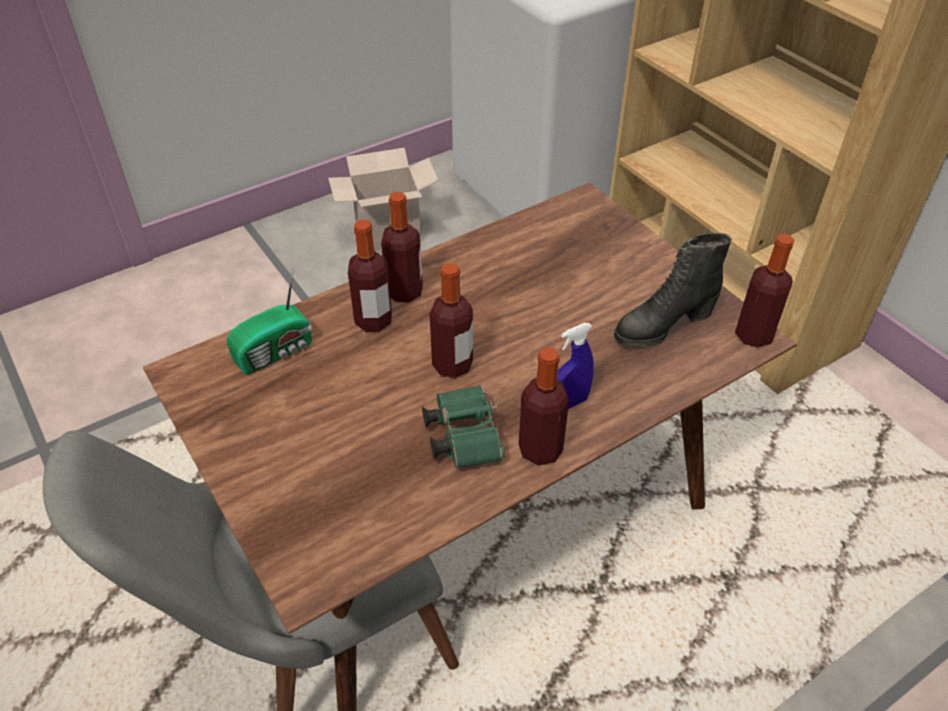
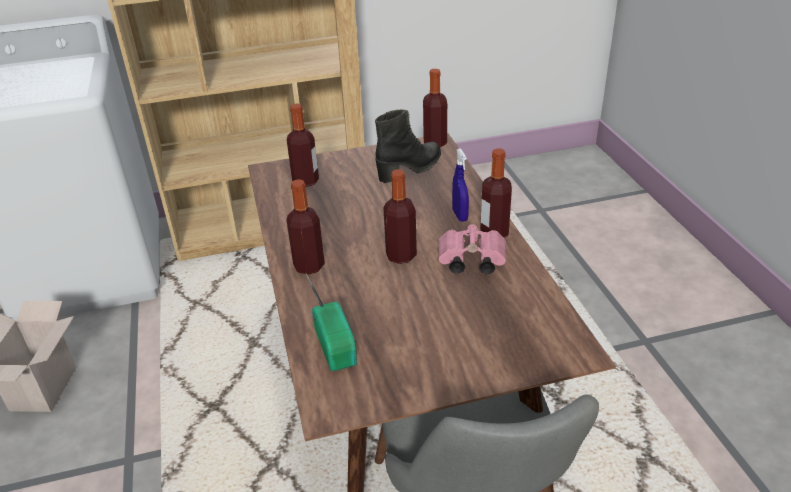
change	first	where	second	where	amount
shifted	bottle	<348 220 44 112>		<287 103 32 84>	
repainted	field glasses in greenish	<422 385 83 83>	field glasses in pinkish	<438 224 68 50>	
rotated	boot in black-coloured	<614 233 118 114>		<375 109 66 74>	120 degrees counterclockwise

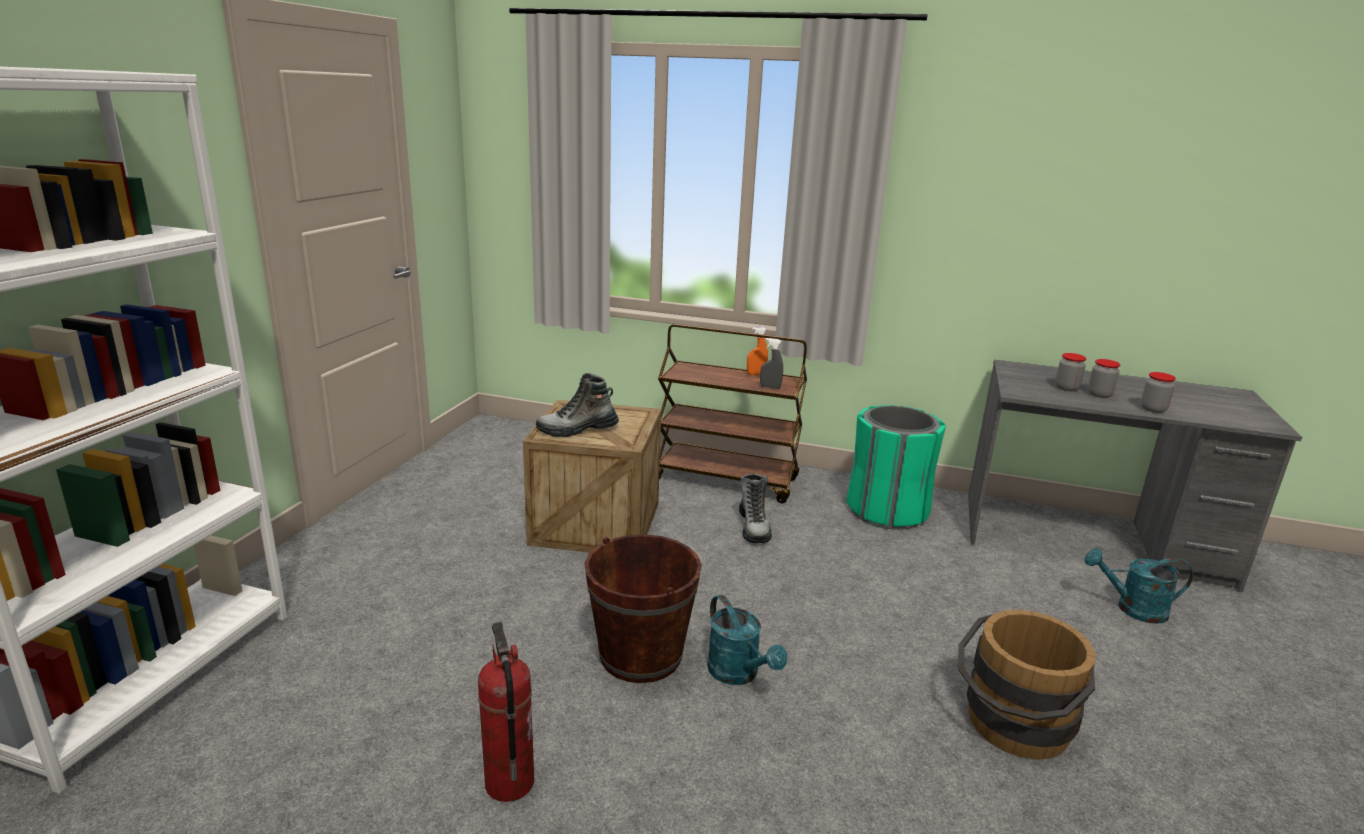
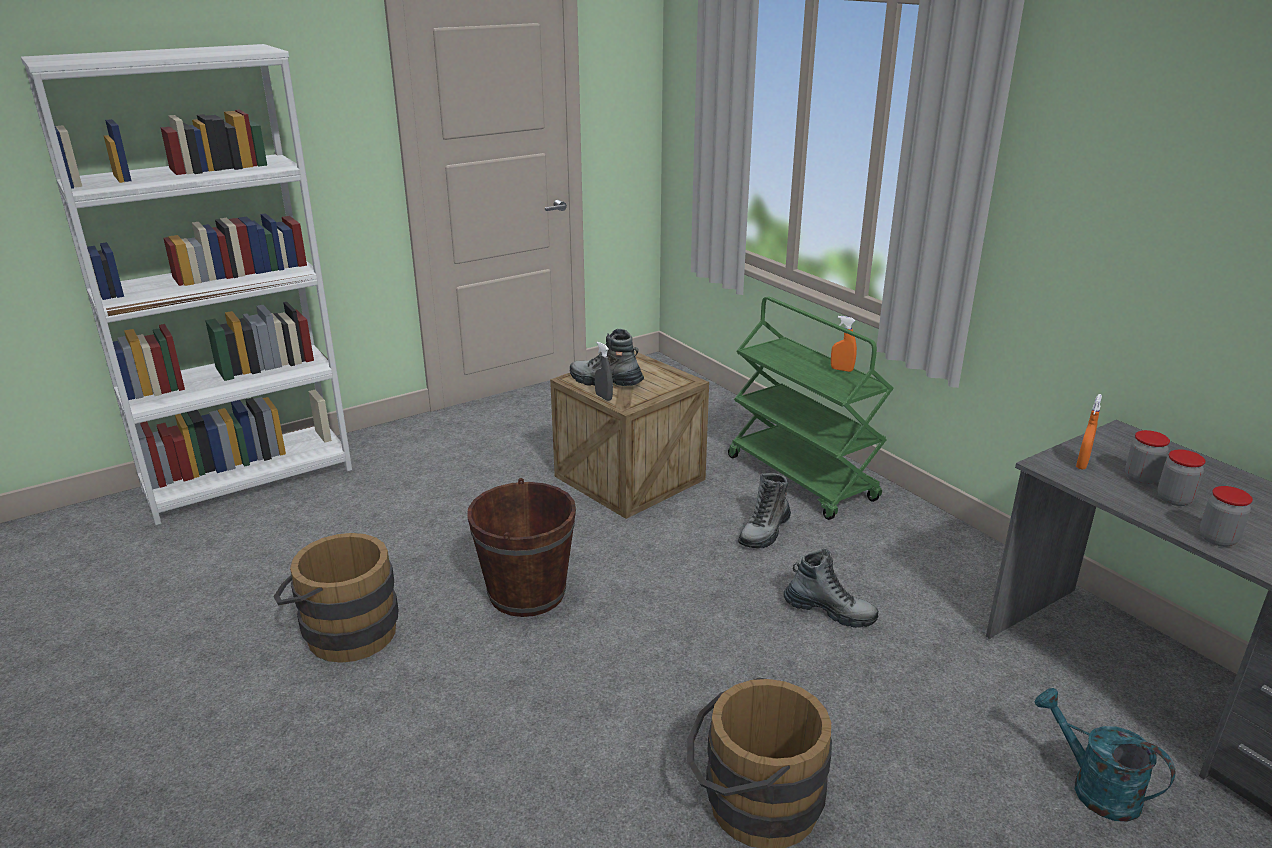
change	first	where	second	where	amount
swapped	fire extinguisher	<478 622 56 180>	pail in brown-coloured	<273 533 126 130>	
repainted	cart in brown-coloured	<658 324 149 179>	cart in greenish	<728 296 166 224>	
gone	sprinkling can in turquoise-coloured	<707 595 80 90>			
shifted	sprayer in grey	<760 338 23 51>		<595 342 18 59>	
gone	trash can in greenish	<846 405 100 125>			
new			boot	<784 548 94 80>	
new			sprayer in orange-coloured	<1076 394 26 76>	

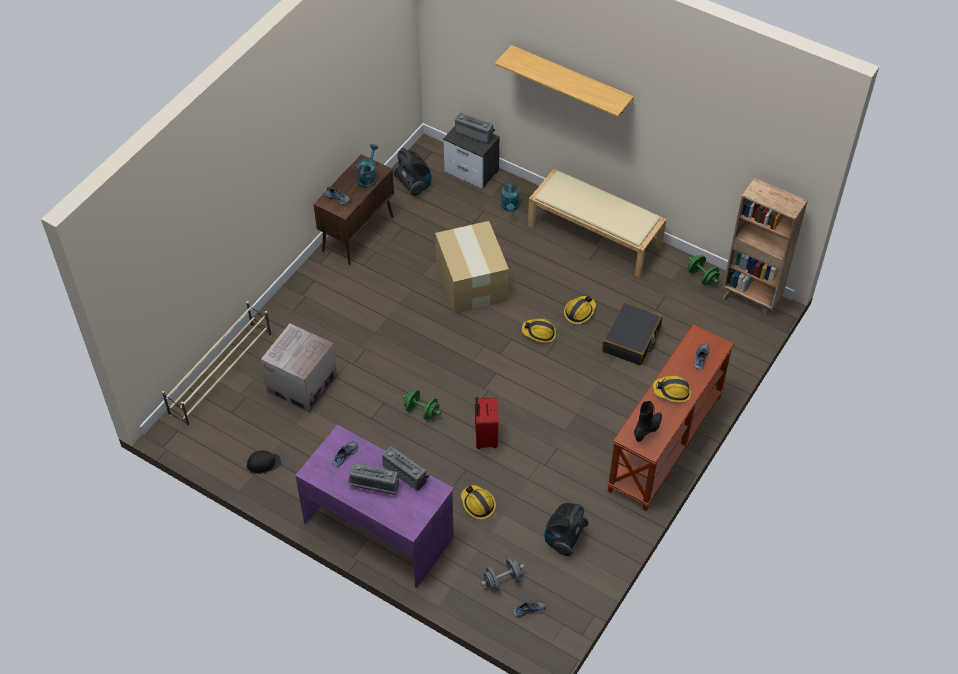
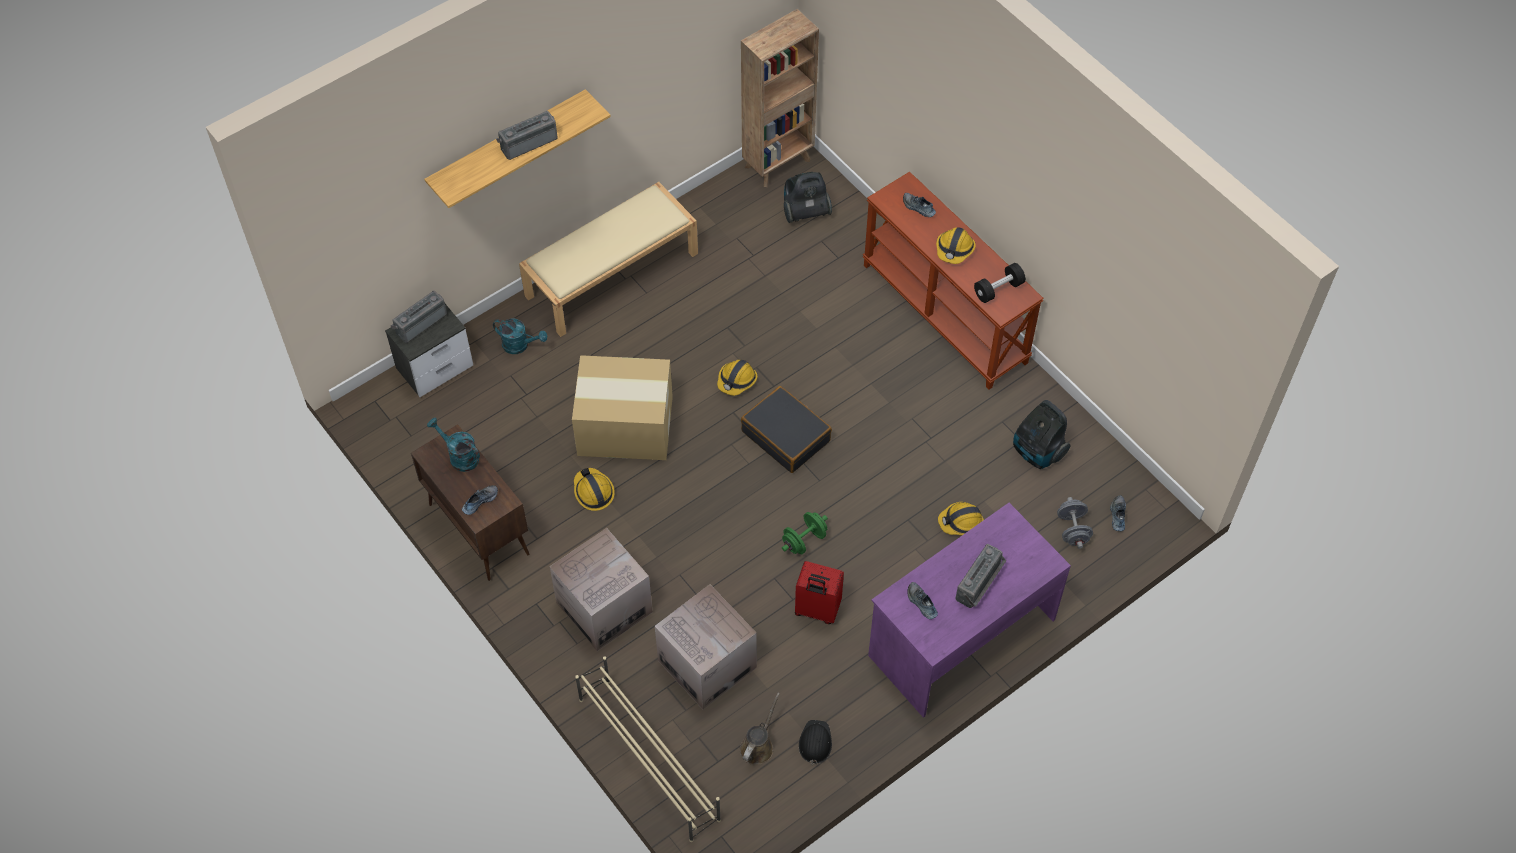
change	first	where	second	where	amount
shifted	radio	<382 446 48 45>		<496 111 62 49>	
shifted	vacuum	<393 148 38 48>		<784 172 48 51>	
shifted	piece of luggage in red	<475 397 23 52>		<795 561 49 63>	
shifted	safety helmet	<564 296 32 28>		<574 468 41 43>	
shifted	piece of luggage in black-coloured	<602 302 60 64>		<741 386 91 87>	
swapped	boot in black-coloured	<634 401 28 41>	dumbbell in black-coloured	<974 263 52 40>	
gone	dumbbell in greenish	<688 255 32 30>			
new			cardboard box	<550 528 103 123>	
new			sprinkling can in brown-coloured	<740 692 40 73>	

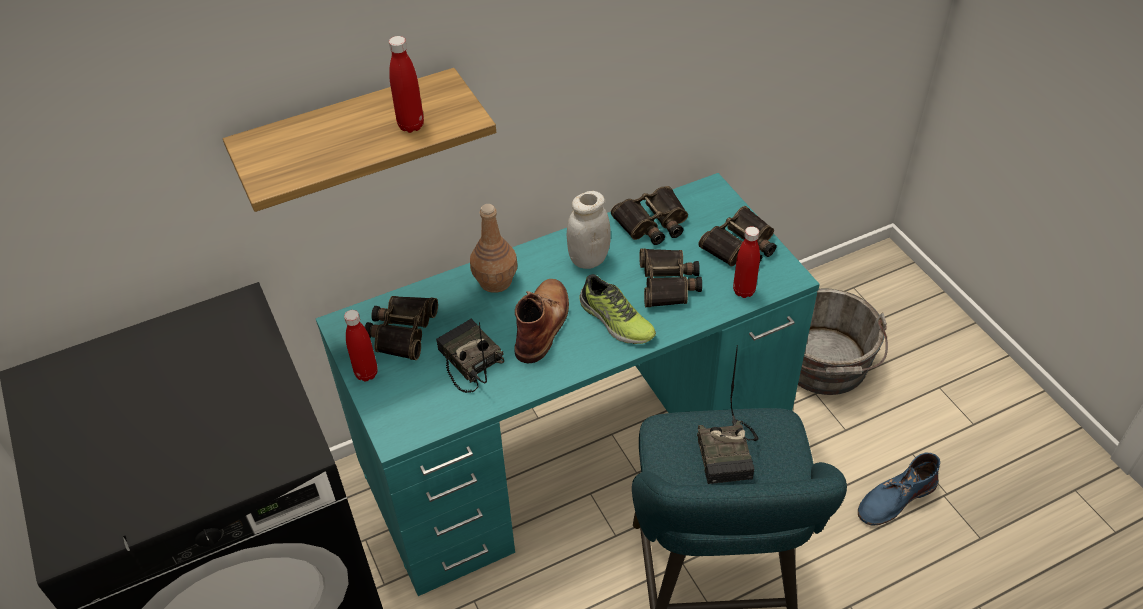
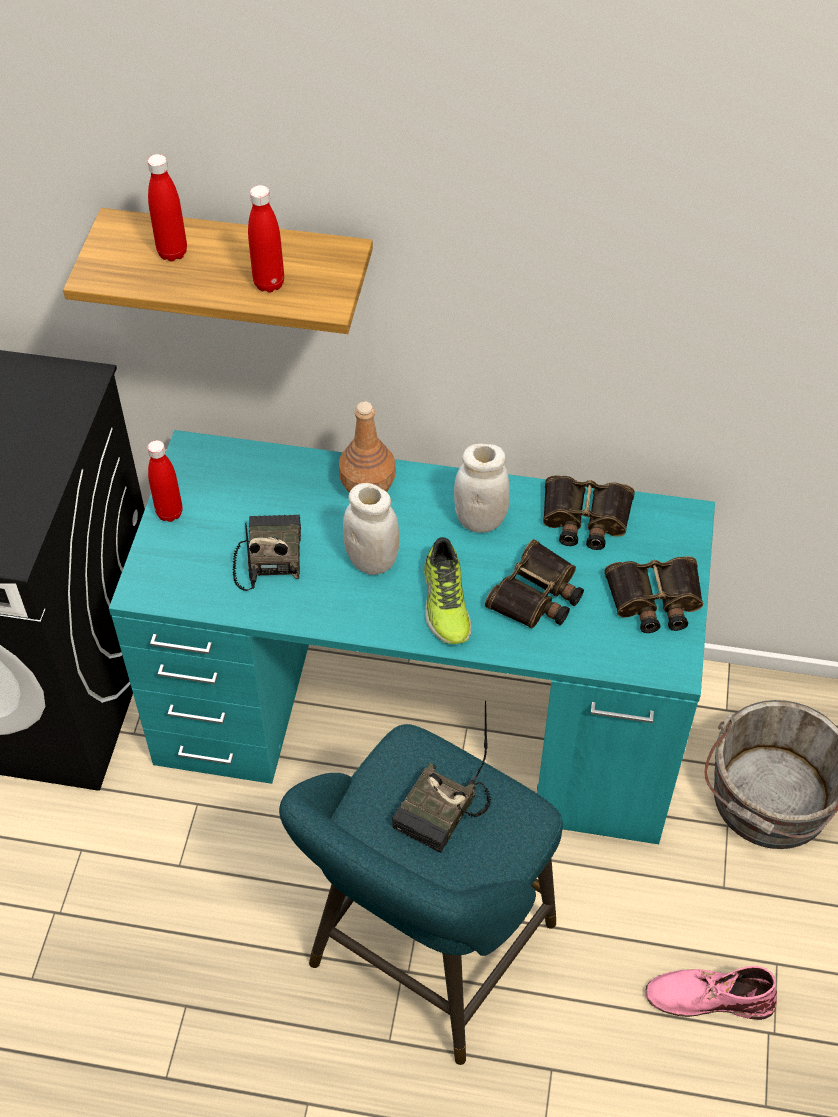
change	first	where	second	where	amount
gone	field glasses	<365 296 73 64>			
swapped	boot in brown-coloured	<514 279 55 84>	jar in white	<343 483 56 92>	
shifted	bottle in red	<733 226 27 72>		<147 154 40 107>	
repainted	boot in blue	<858 452 82 73>	boot in pinkish	<645 966 132 54>	

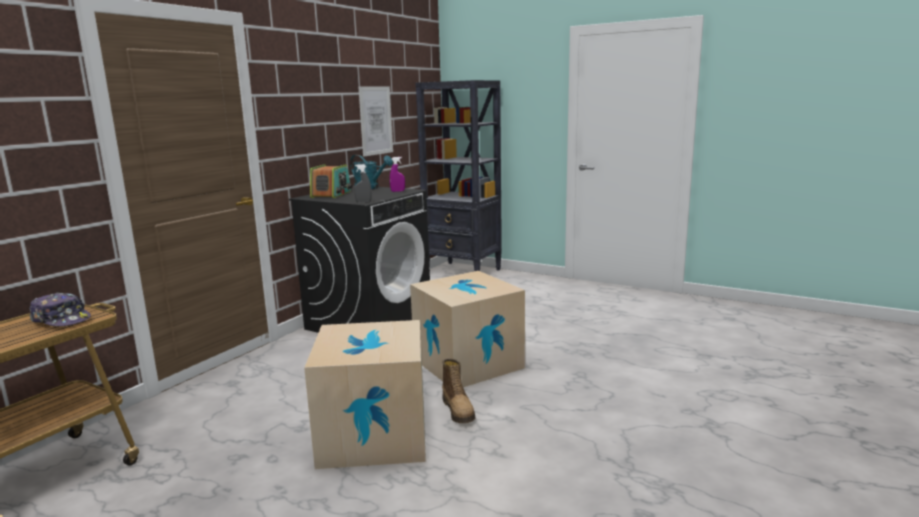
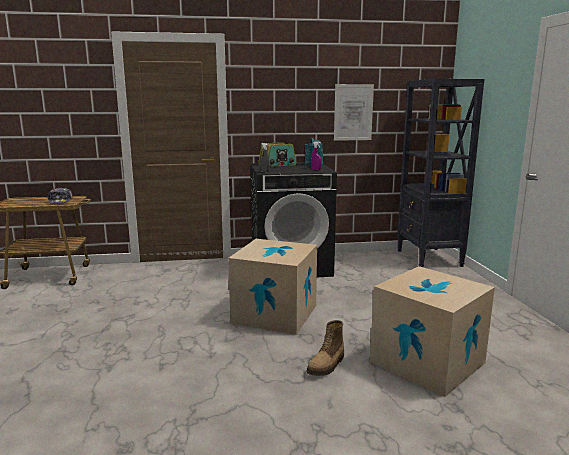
change	first	where	second	where	amount
shifted	cardboard box	<304 320 122 149>		<370 266 125 131>	
shifted	boot	<442 358 33 65>		<306 320 38 56>	

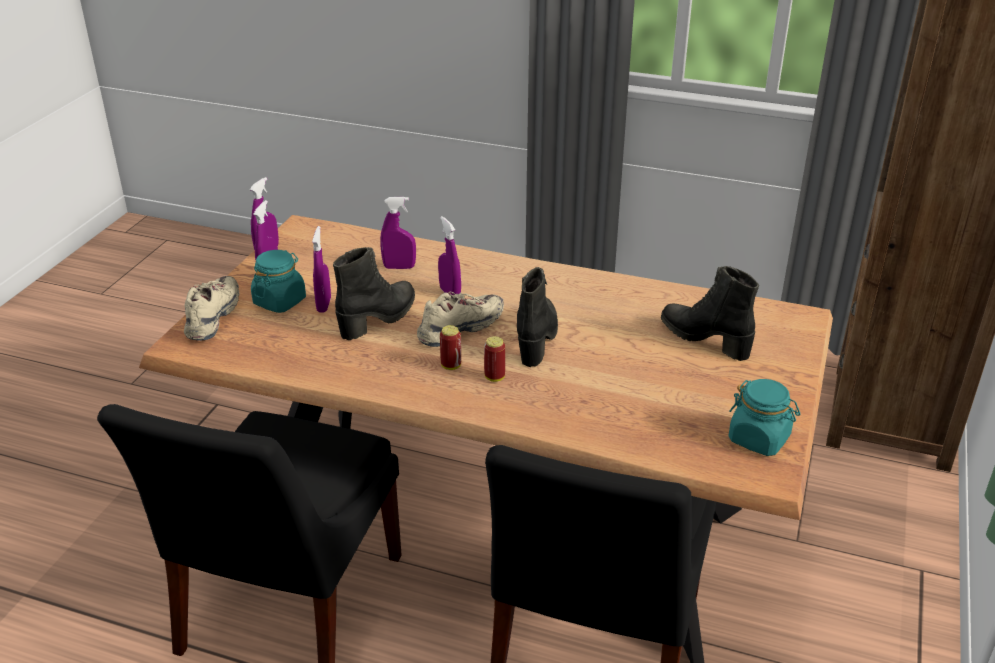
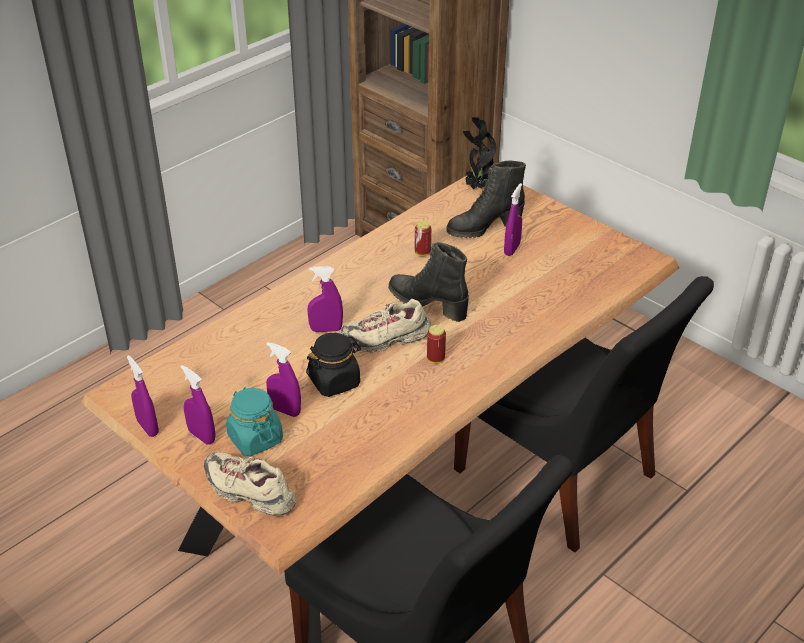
change	first	where	second	where	amount
swapped	boot in black-coloured	<333 247 82 93>	jar in black-coloured	<306 333 55 64>	
shifted	sprayer in purple	<380 197 36 72>		<504 183 18 73>	
rotated	low shoe in sand-coloured	<417 292 87 55>		<339 299 92 54>	90 degrees counterclockwise
shifted	metal can	<484 336 21 46>		<415 221 16 36>	
gone	jar in turquoise-coloured	<729 379 71 77>			
new			houseplant	<463 117 33 72>	

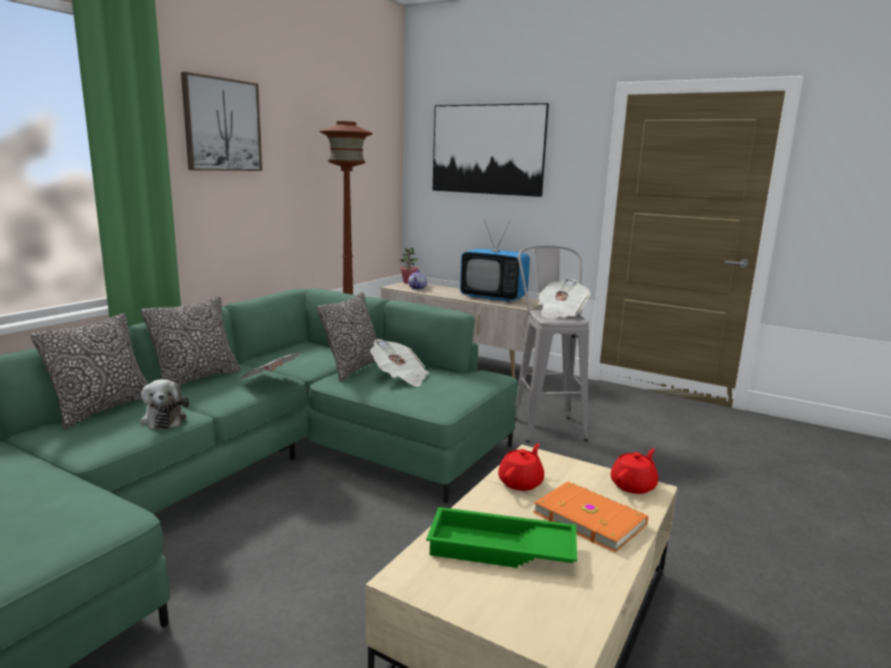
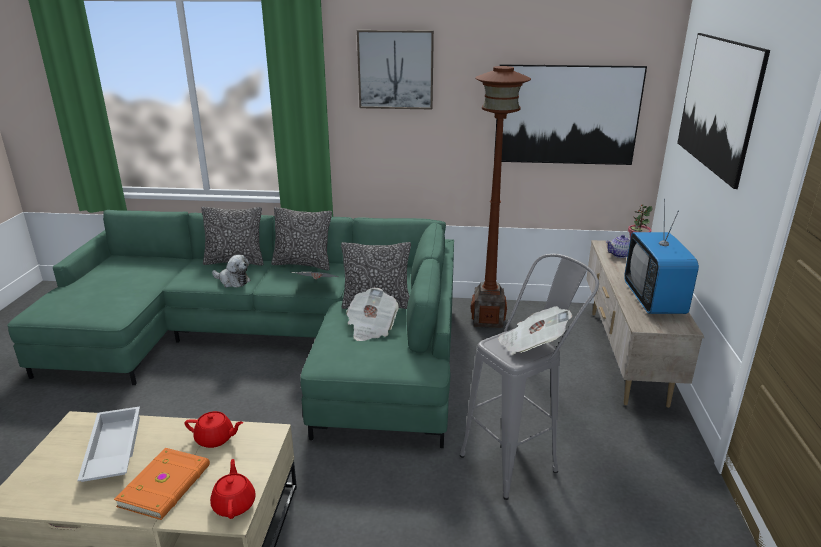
change	first	where	second	where	amount
rotated	soft toy	<140 379 49 51>		<212 255 39 32>	105 degrees counterclockwise
repainted	serving tray in greenish	<426 507 151 61>	serving tray in white	<77 406 63 76>	
rotated	pot for tea in red	<610 448 48 46>		<210 459 46 60>	120 degrees counterclockwise
new			wall art	<494 64 153 101>	

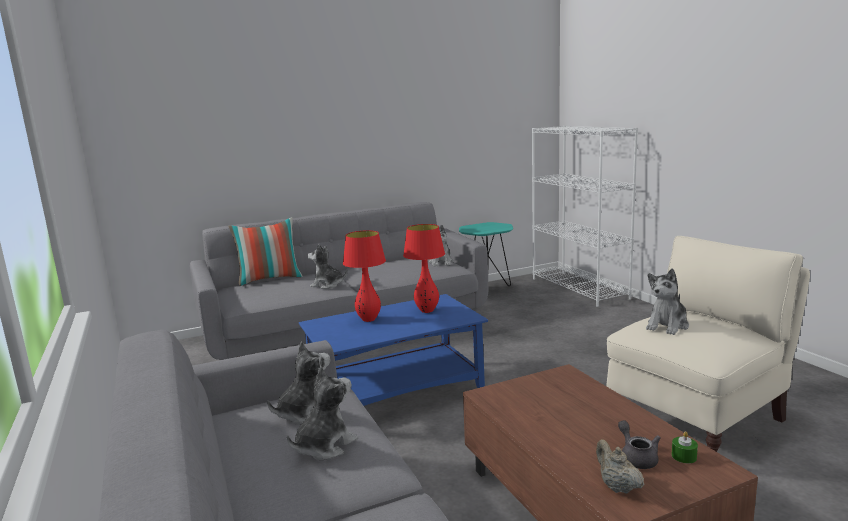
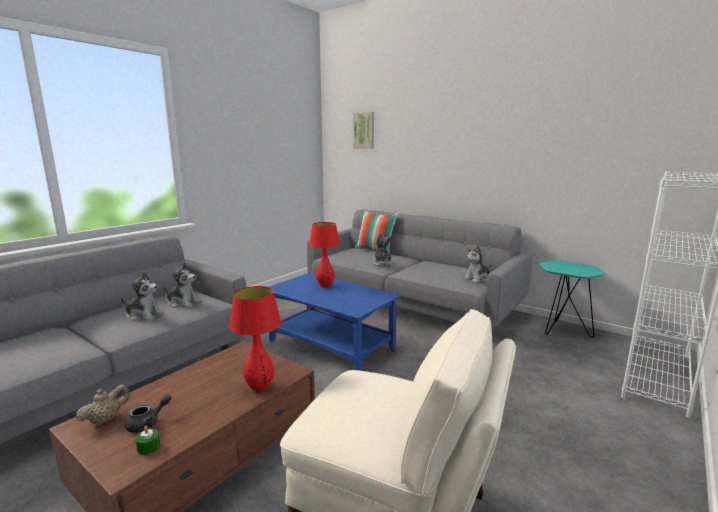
change	first	where	second	where	amount
shifted	table lamp in red	<403 224 42 89>		<229 286 52 106>	
gone	soft toy	<646 268 43 67>			
new			wall art	<353 112 21 37>	

